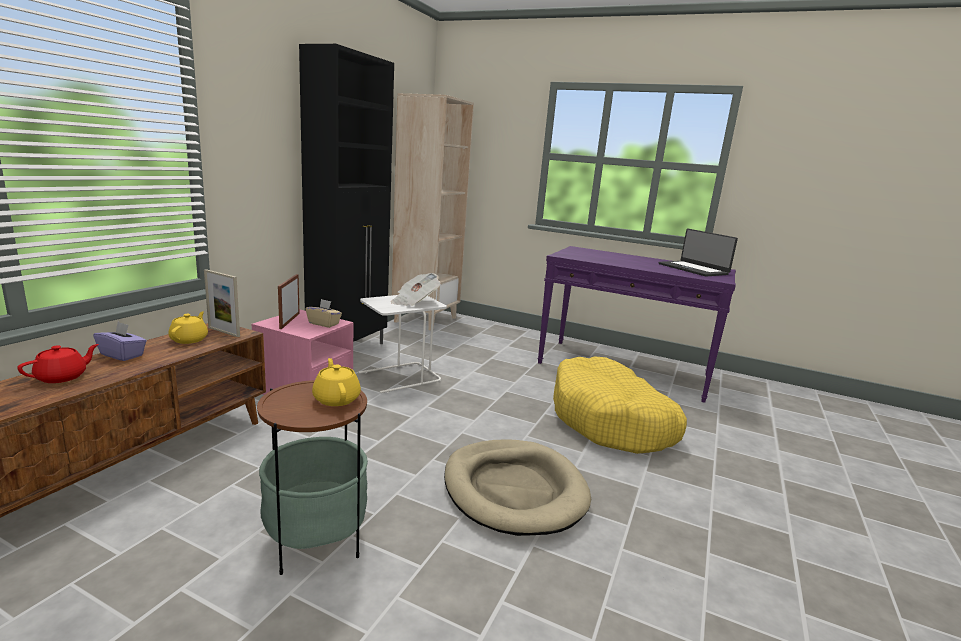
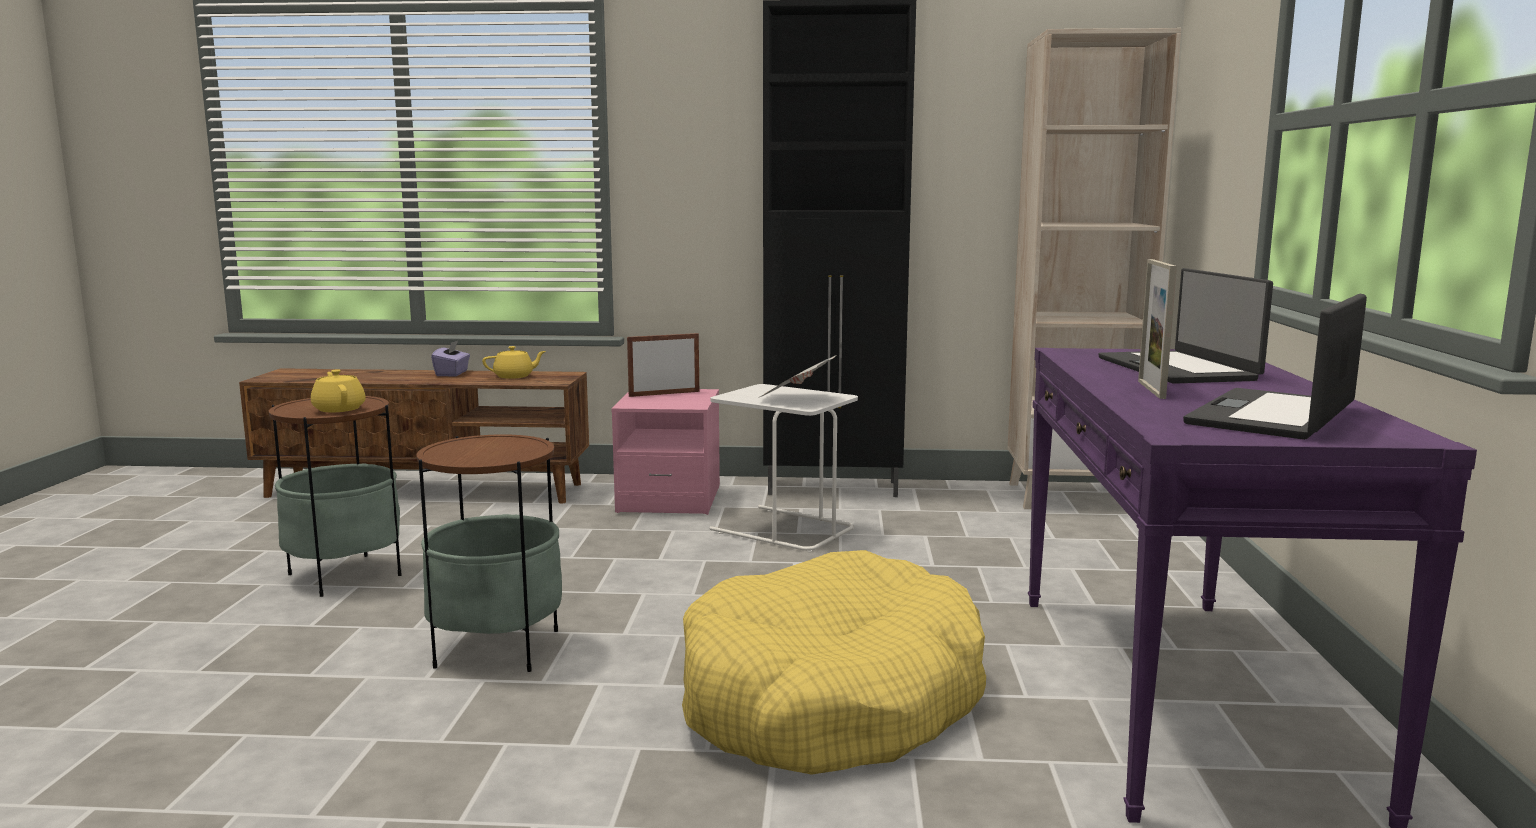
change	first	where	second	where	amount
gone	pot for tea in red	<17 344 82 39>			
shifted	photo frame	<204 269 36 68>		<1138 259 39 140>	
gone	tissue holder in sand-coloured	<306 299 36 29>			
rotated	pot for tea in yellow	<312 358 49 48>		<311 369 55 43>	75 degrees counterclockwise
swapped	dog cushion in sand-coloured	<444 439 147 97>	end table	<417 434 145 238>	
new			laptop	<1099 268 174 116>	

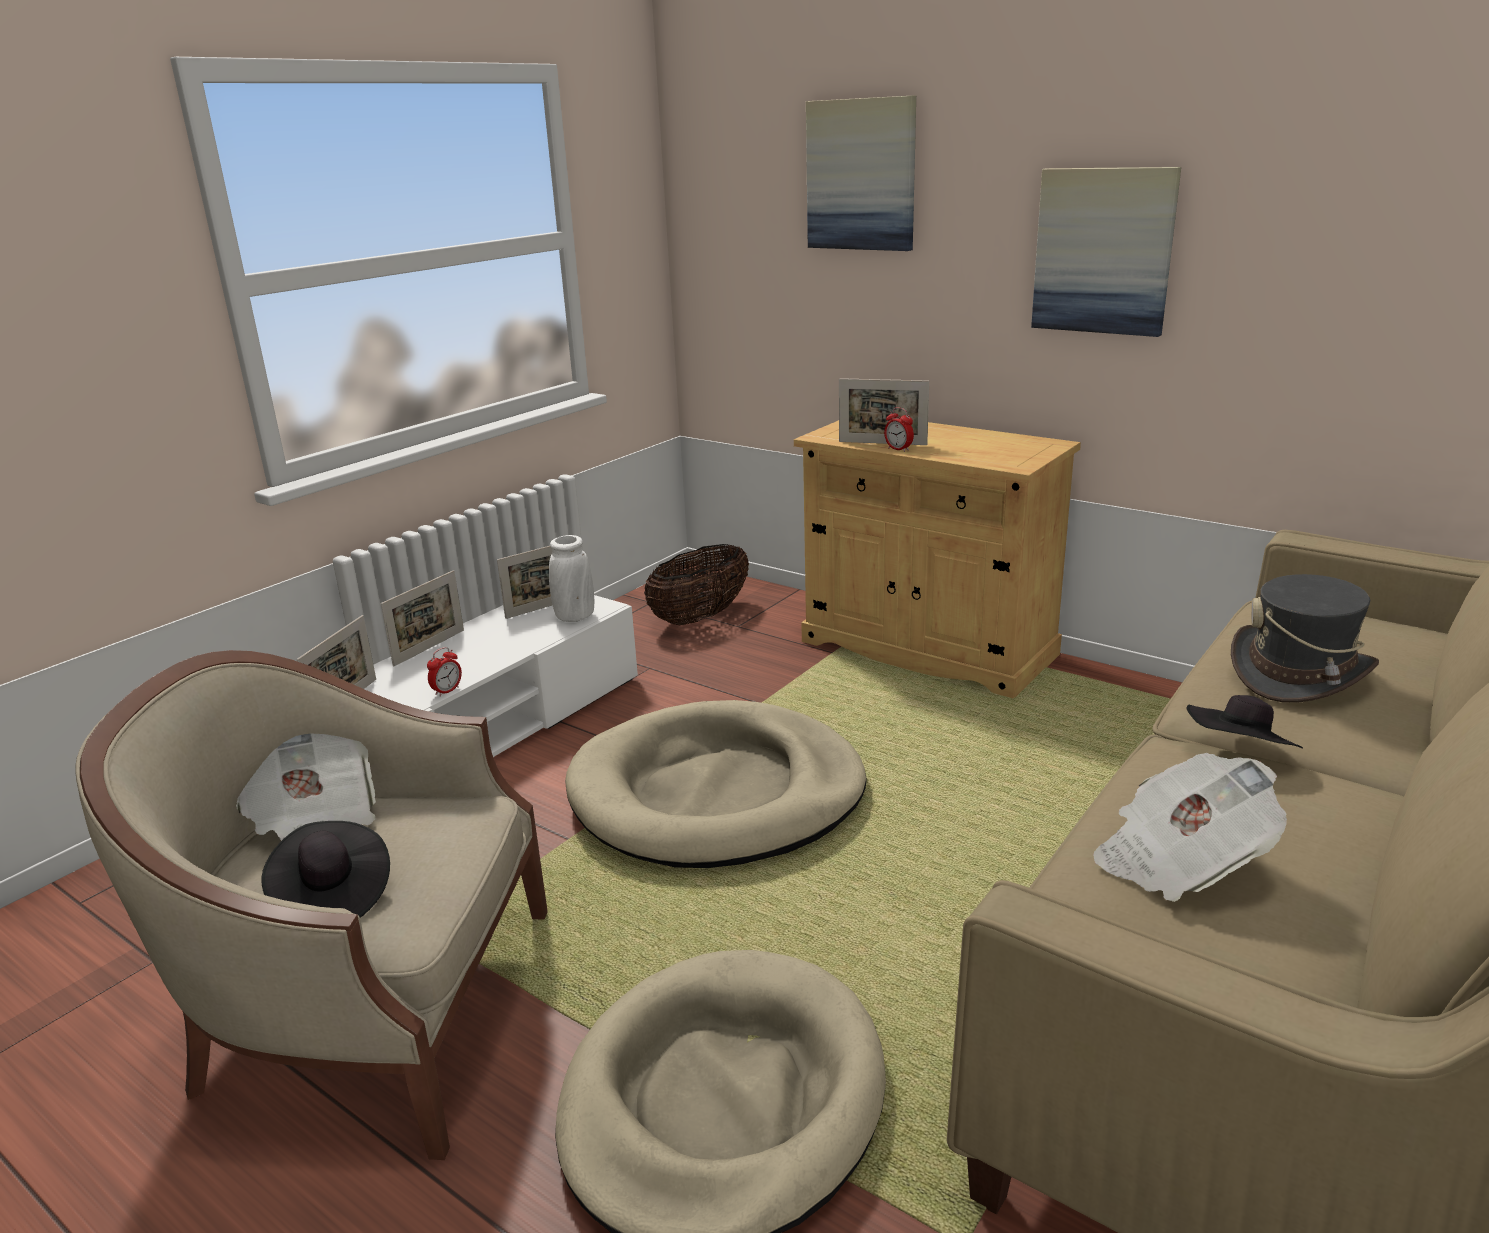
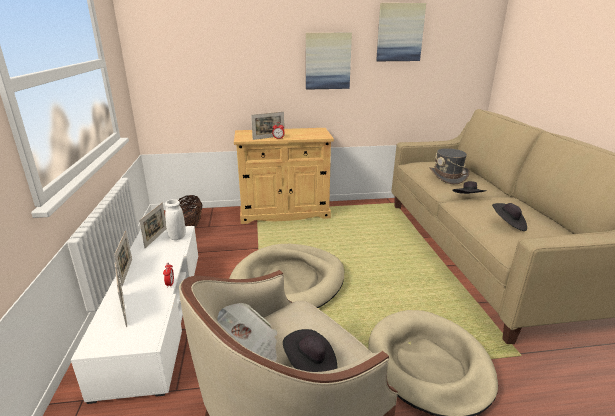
change	first	where	second	where	amount
shifted	wall art	<806 96 110 155>		<376 3 50 58>	
swapped	daily paper	<1093 753 194 149>	wearable hat in black-coloured	<492 203 35 28>	

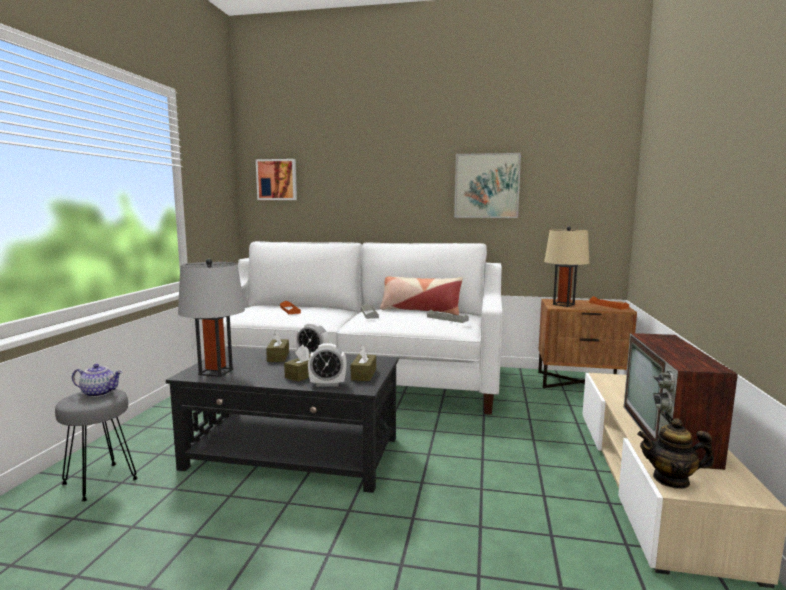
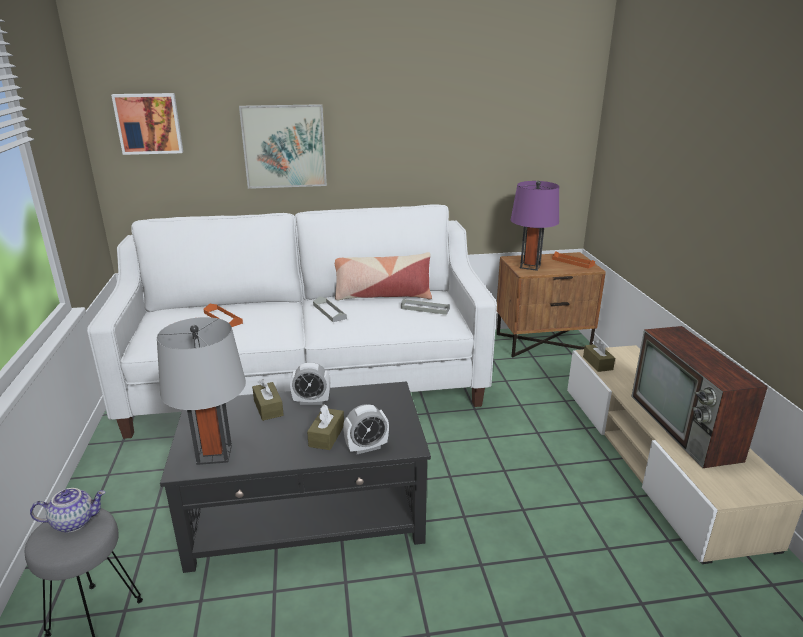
change	first	where	second	where	amount
shifted	tissue holder in brown-coloured	<351 345 25 36>		<583 339 32 33>	
shifted	wall art	<454 153 67 65>		<239 104 88 85>	
repainted	table lamp in sand-coloured	<544 226 45 81>	table lamp in purple	<511 181 48 90>	
gone	pot for tea	<637 418 77 71>			

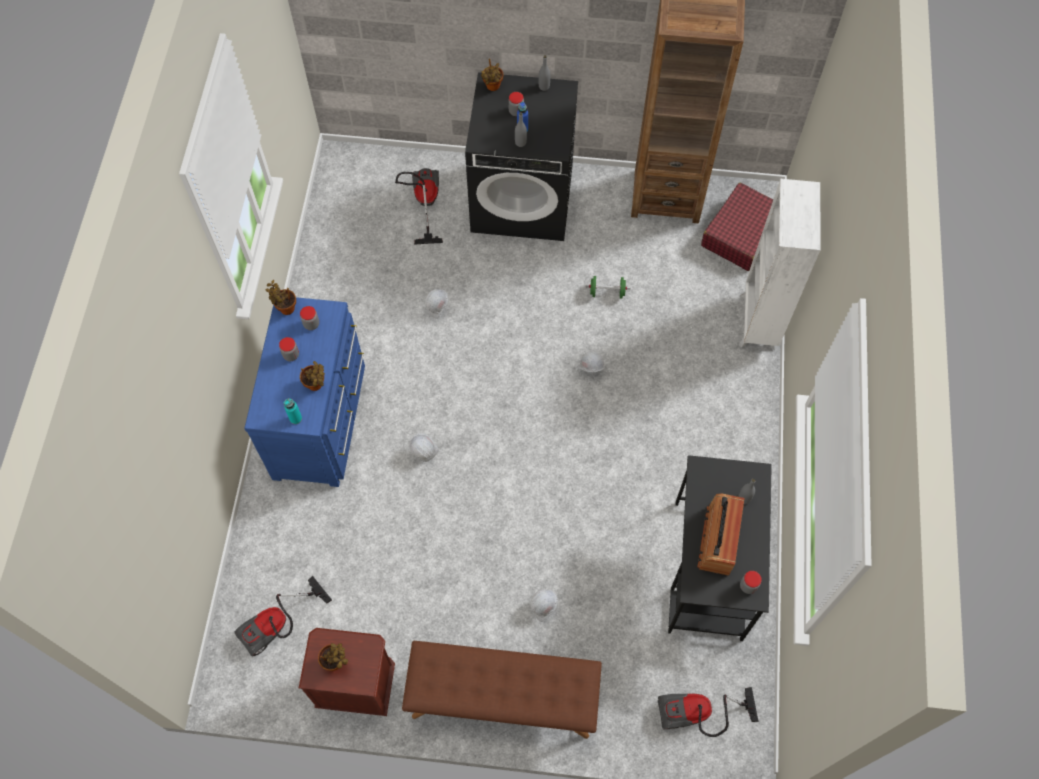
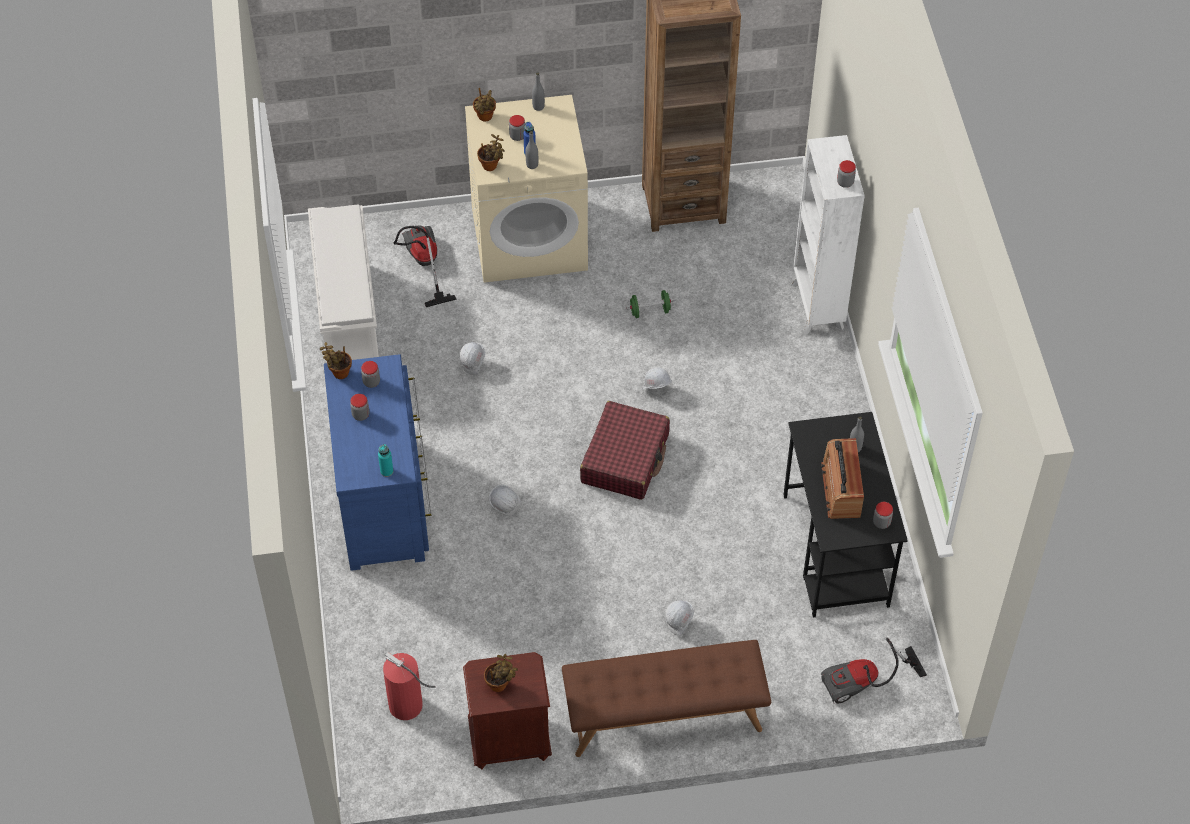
change	first	where	second	where	amount
swapped	vacuum	<234 576 98 81>	fire extinguisher	<383 652 53 68>	
shifted	houseplant	<300 361 25 30>		<477 134 28 37>	
repainted	washing machine in black-coloured	<465 72 113 169>	washing machine in sand-coloured	<465 95 123 188>	
shifted	piece of luggage in red	<701 183 72 88>		<580 401 90 99>	
new			shoe stand in white	<308 205 71 155>	
new			jar	<837 160 19 28>	

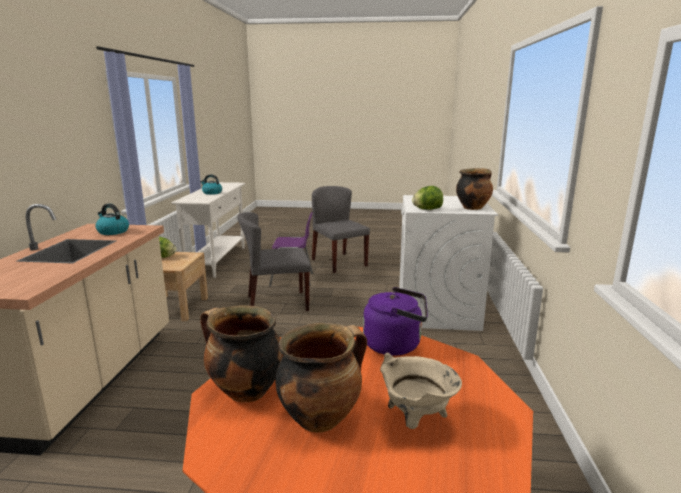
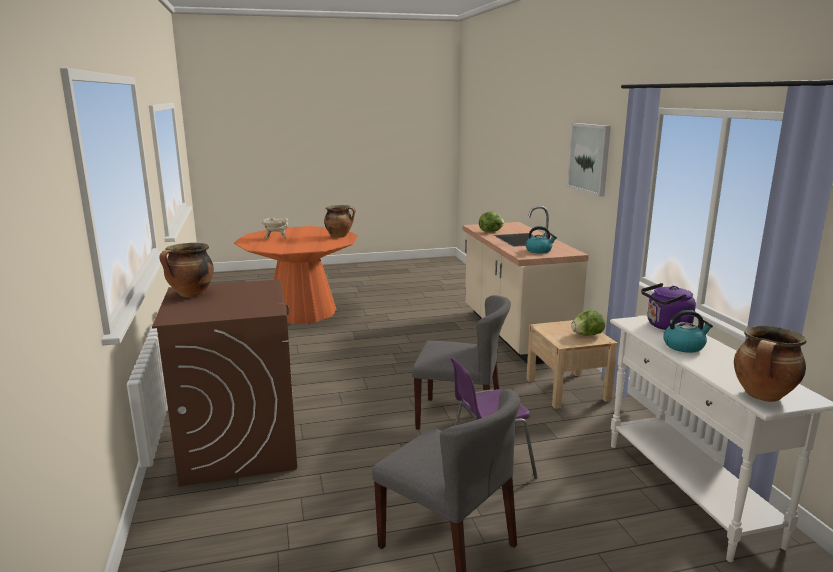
change	first	where	second	where	amount
rotated	plain chair in grey	<237 212 74 99>		<412 295 99 135>	45 degrees clockwise
shifted	stockpot	<275 323 92 109>		<734 326 73 76>	
shifted	tea kettle in purple	<363 287 65 69>		<641 283 55 47>	
repainted	washing machine in white	<399 195 99 136>	washing machine in brown-coloured	<152 279 145 208>	
shifted	head of lettuce	<412 186 31 24>		<479 211 25 21>	
new			wall art	<567 123 44 74>	

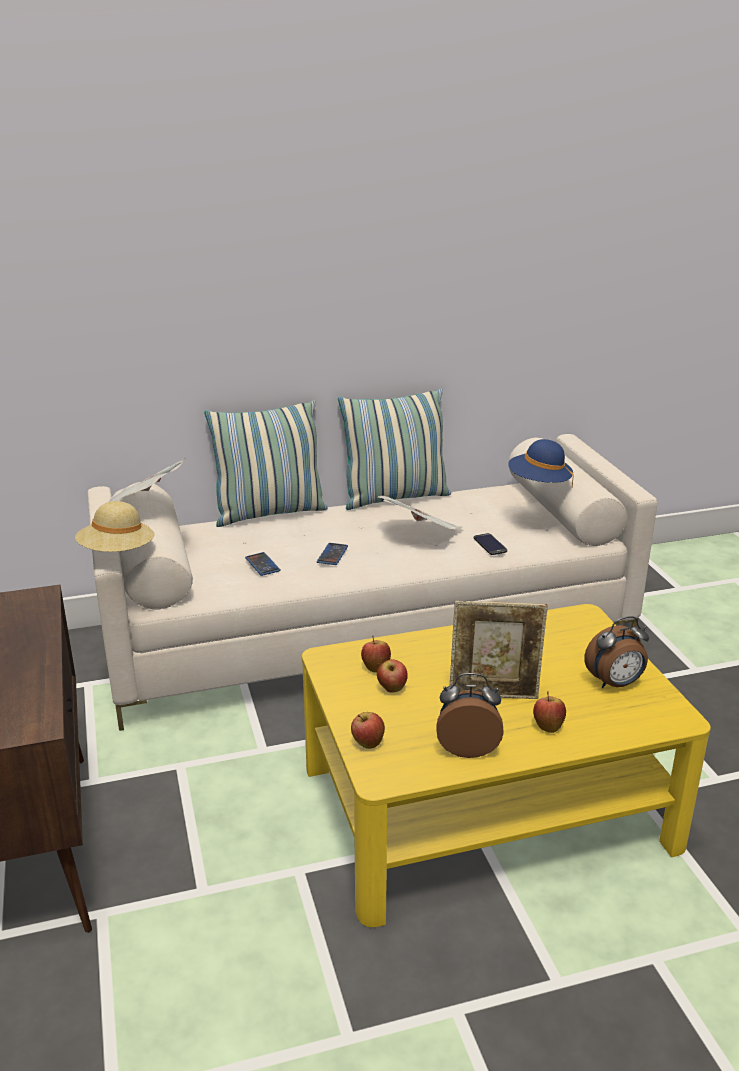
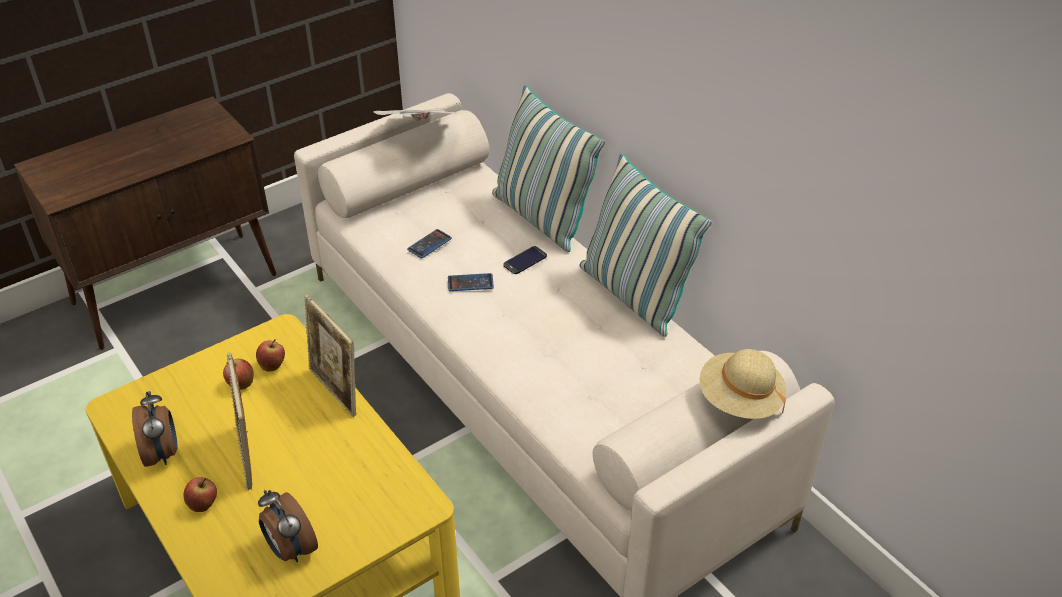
change	first	where	second	where	amount
shifted	wearable hat in sand-coloured	<75 501 80 51>		<699 349 87 70>	
gone	apple fruit	<351 712 34 37>			
gone	daily paper	<378 496 86 34>			
shifted	handset	<474 533 33 22>		<503 246 44 28>	
gone	wearable hat in blue	<508 439 66 48>			
new			photo frame	<304 295 52 122>	

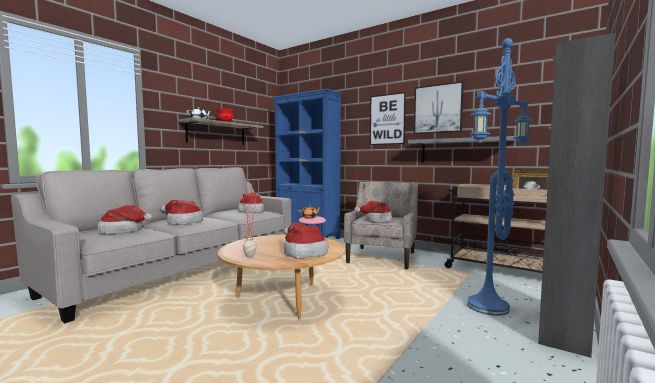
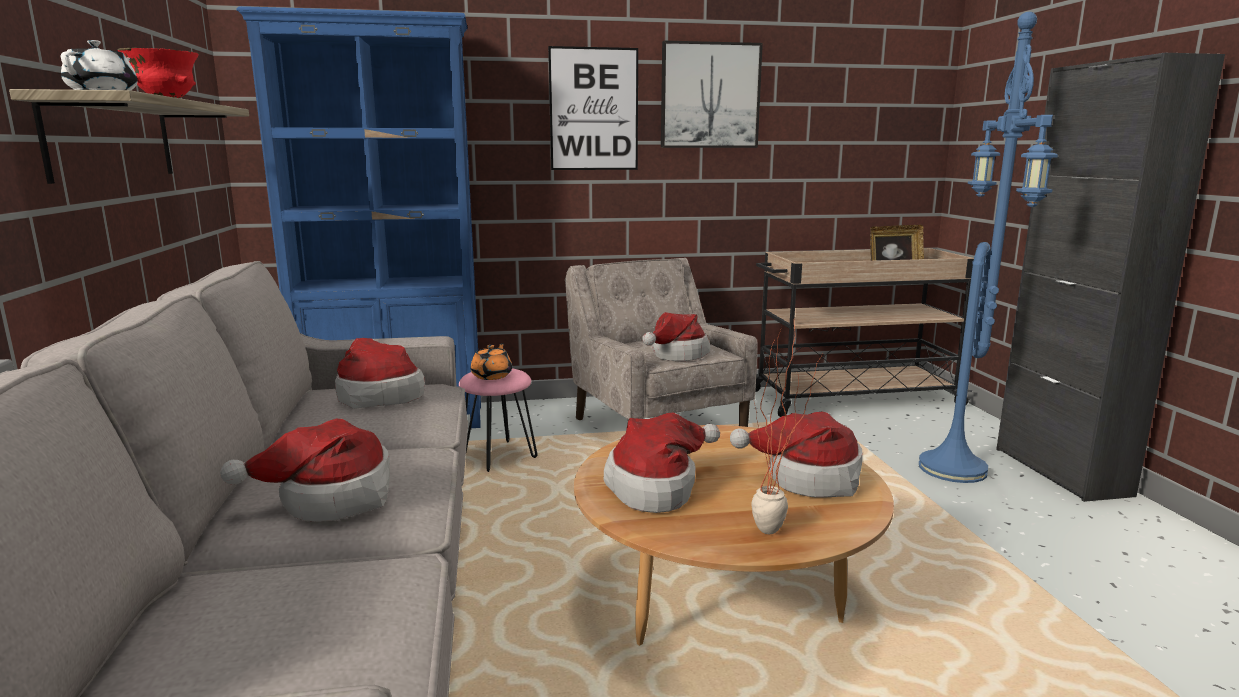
change	first	where	second	where	amount
shifted	wearable hat	<97 205 56 29>		<604 413 116 100>	
gone	shelf in grey	<408 136 108 26>			

